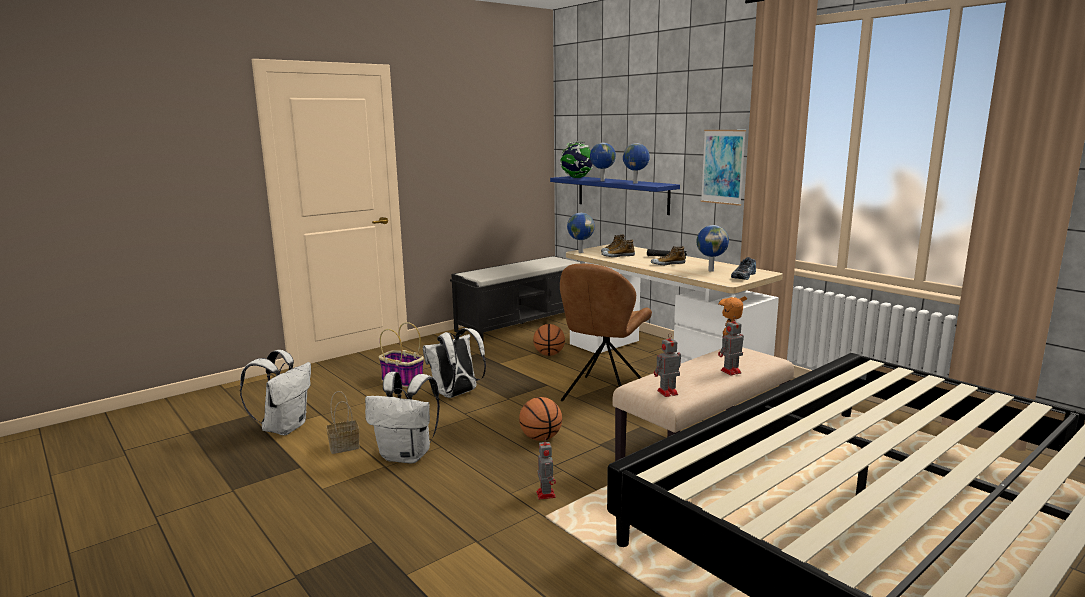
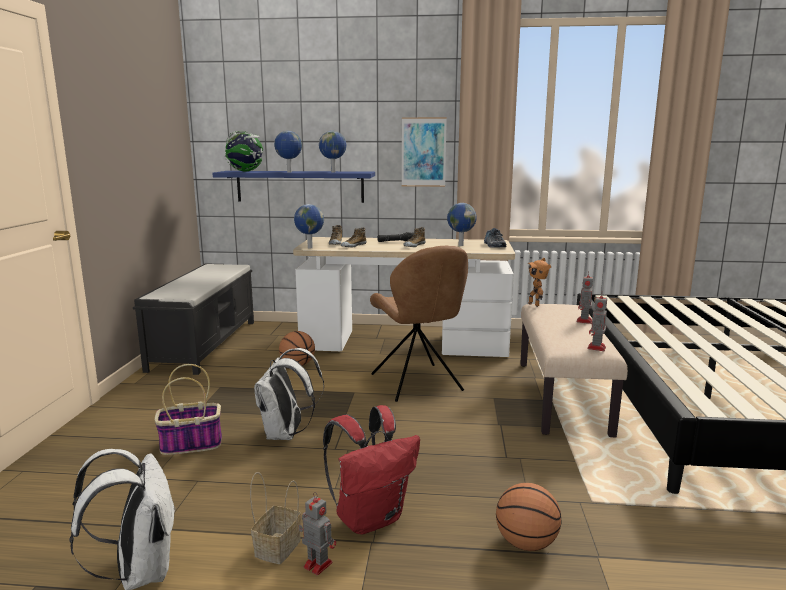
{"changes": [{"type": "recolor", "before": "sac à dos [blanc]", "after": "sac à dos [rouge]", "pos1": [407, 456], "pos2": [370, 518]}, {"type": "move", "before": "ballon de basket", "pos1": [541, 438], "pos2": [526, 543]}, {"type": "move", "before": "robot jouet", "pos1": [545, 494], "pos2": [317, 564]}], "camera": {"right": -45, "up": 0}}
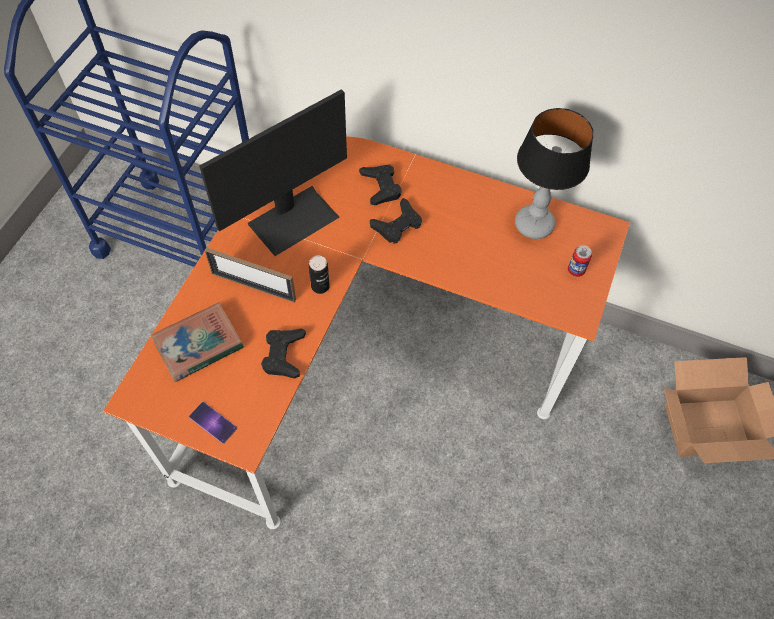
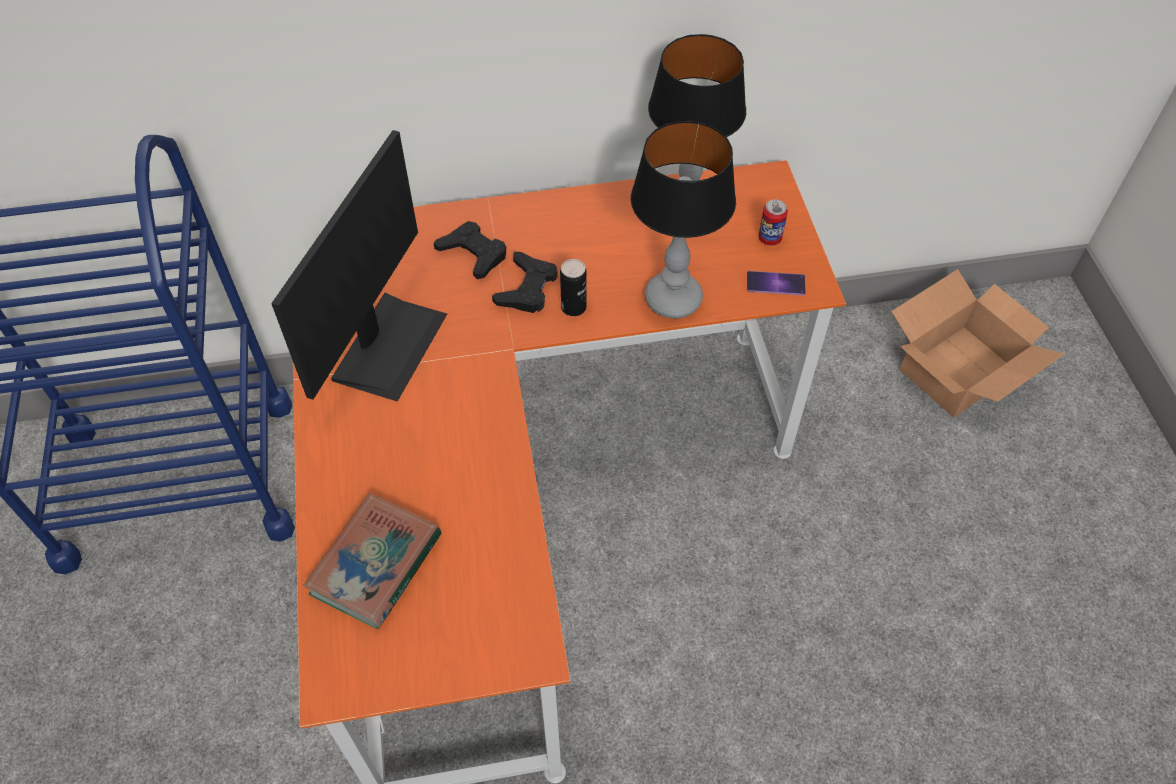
{"changes": [{"type": "delete", "before": "cadre photo", "pos1": [253, 286]}, {"type": "move", "before": "boîte métallique", "pos1": [320, 286], "pos2": [573, 307]}, {"type": "delete", "before": "manette [noir]", "pos1": [283, 355]}, {"type": "move", "before": "téléphone", "pos1": [213, 422], "pos2": [775, 283]}, {"type": "insert", "after": "lampe de table", "pos2": [674, 299]}], "camera": {"right": -30, "up": -5}}
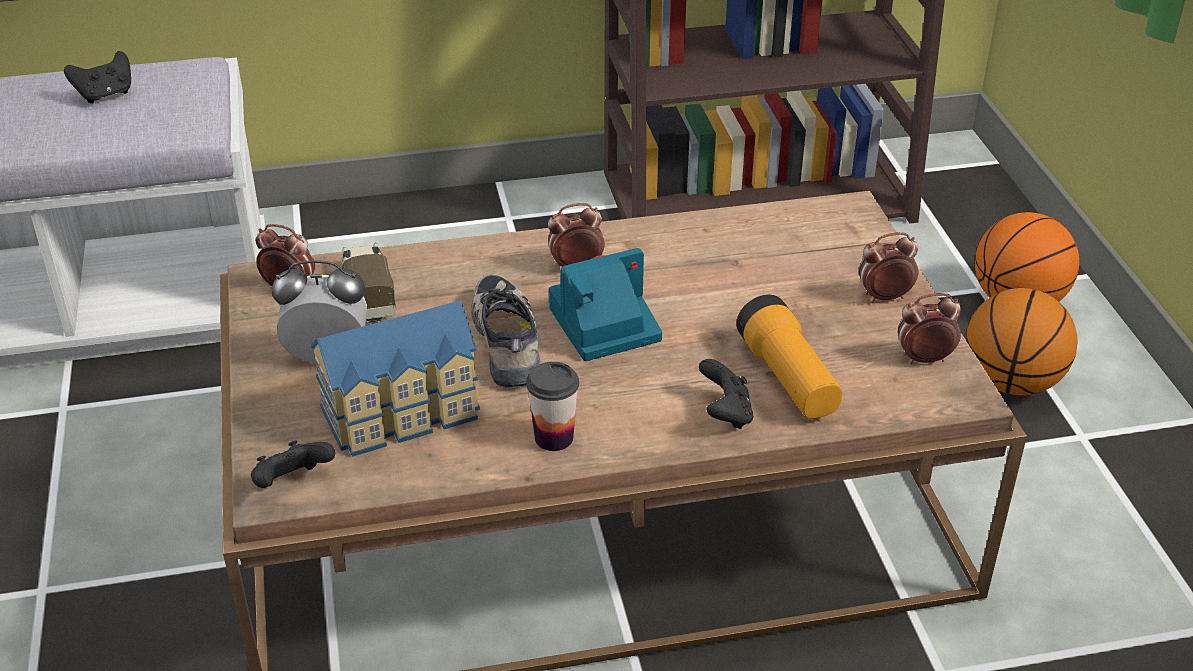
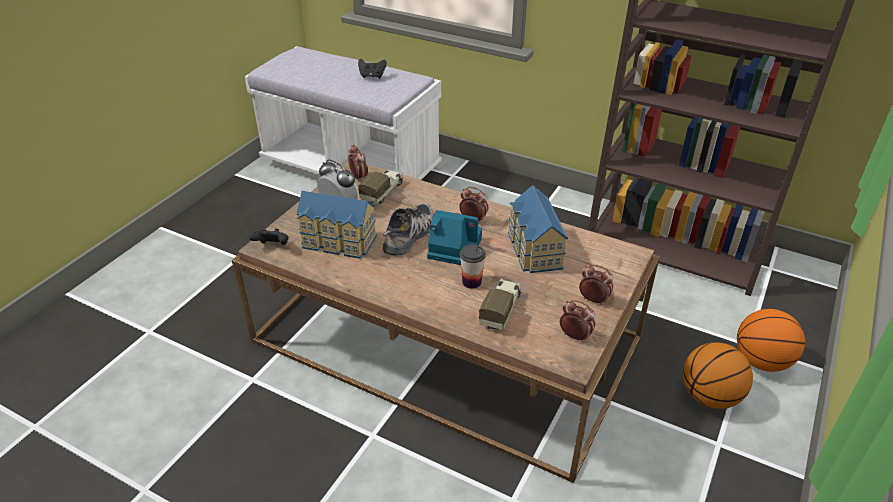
{"changes": [{"type": "replace", "before": "lampe de poche", "after": "camion jouet", "pos1": [788, 378], "pos2": [500, 310]}, {"type": "delete", "before": "manette [noir]", "pos1": [725, 414]}, {"type": "move", "before": "tasse", "pos1": [554, 438], "pos2": [471, 282]}, {"type": "insert", "after": "maison miniature", "pos2": [533, 250]}], "camera": {"right": 40, "up": 0}}
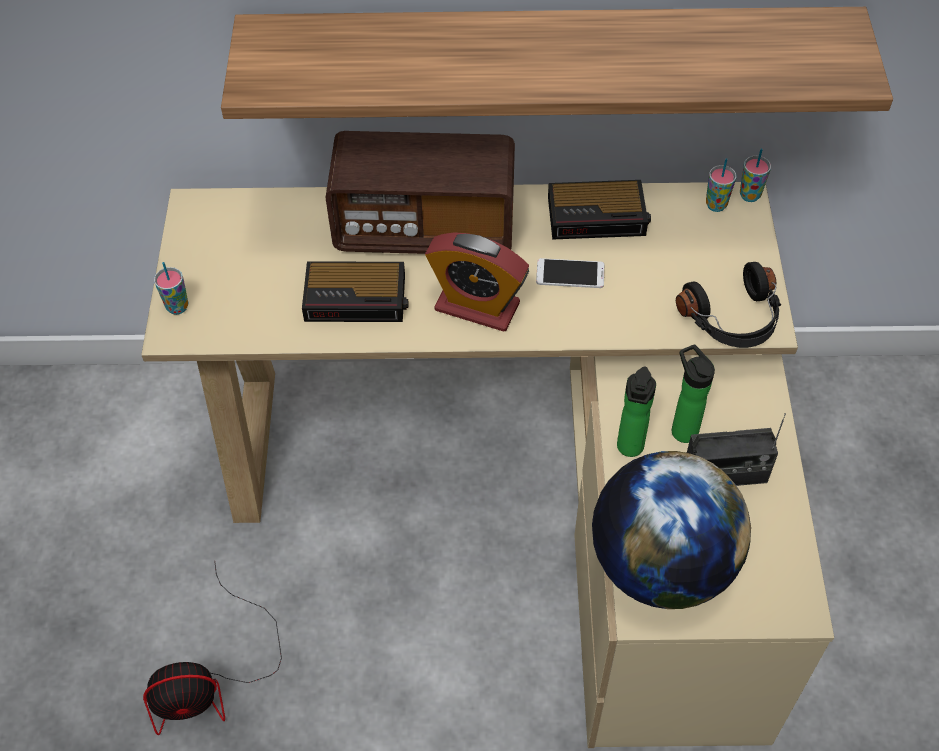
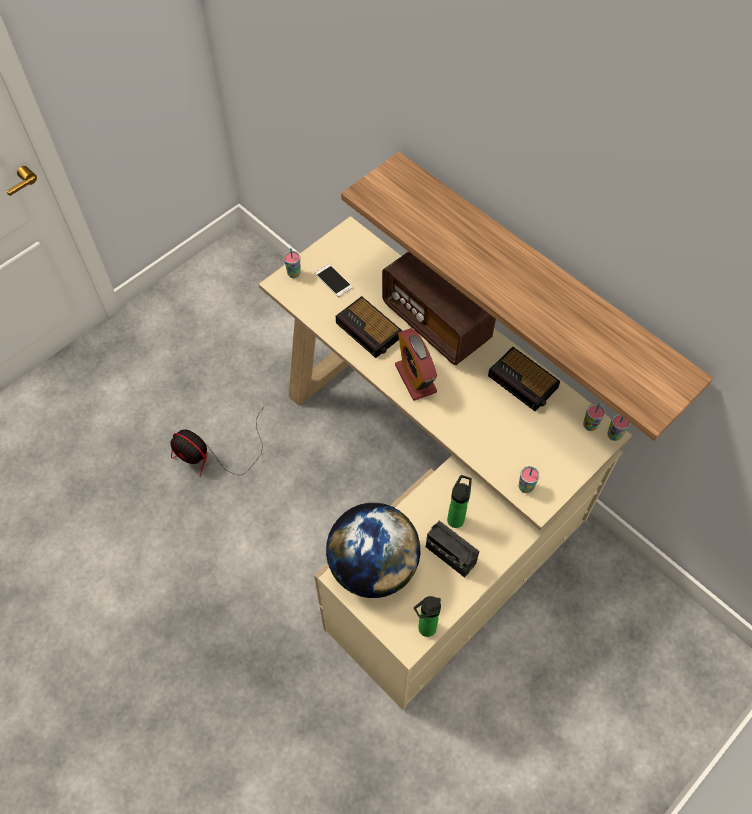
{"changes": [{"type": "move", "before": "téléphone", "pos1": [570, 274], "pos2": [333, 280]}, {"type": "replace", "before": "casque audio [noir]", "after": "tasse", "pos1": [733, 320], "pos2": [525, 487]}, {"type": "move", "before": "bouteille", "pos1": [629, 449], "pos2": [424, 629]}], "camera": {"right": 45, "up": 5}}
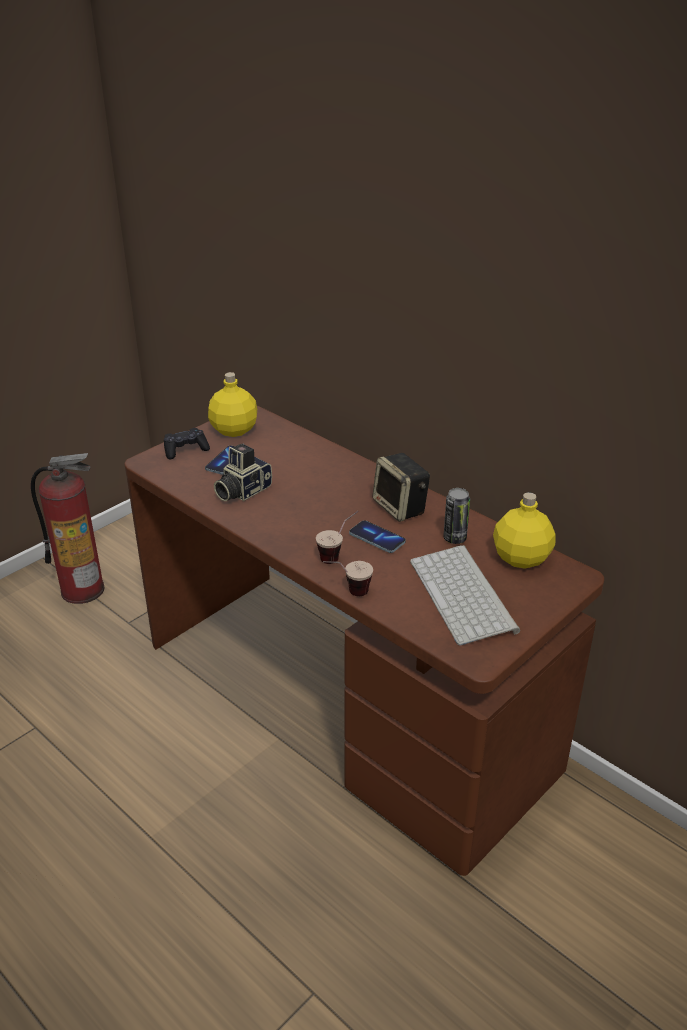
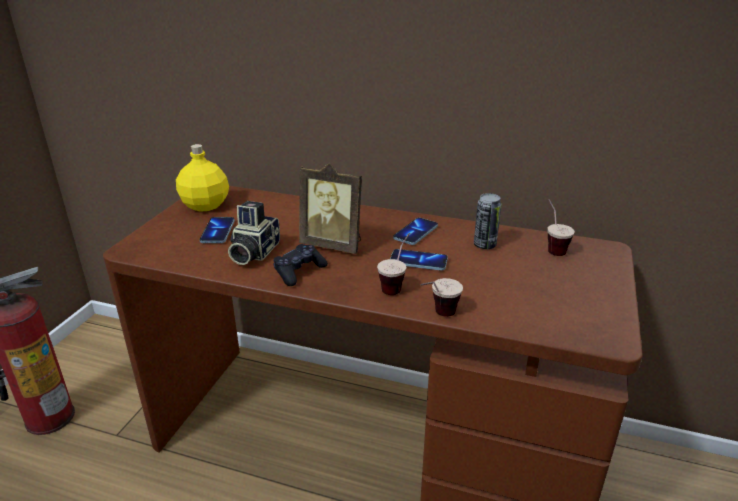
{"changes": [{"type": "move", "before": "manette [noir]", "pos1": [185, 450], "pos2": [299, 271]}, {"type": "replace", "before": "enceinte", "after": "téléphone", "pos1": [401, 508], "pos2": [415, 232]}, {"type": "replace", "before": "bouteille [jaune]", "after": "tasse", "pos1": [520, 558], "pos2": [552, 247]}, {"type": "delete", "before": "clavier", "pos1": [465, 596]}, {"type": "insert", "after": "cadre photo", "pos2": [333, 244]}], "camera": {"right": -25, "up": -5}}
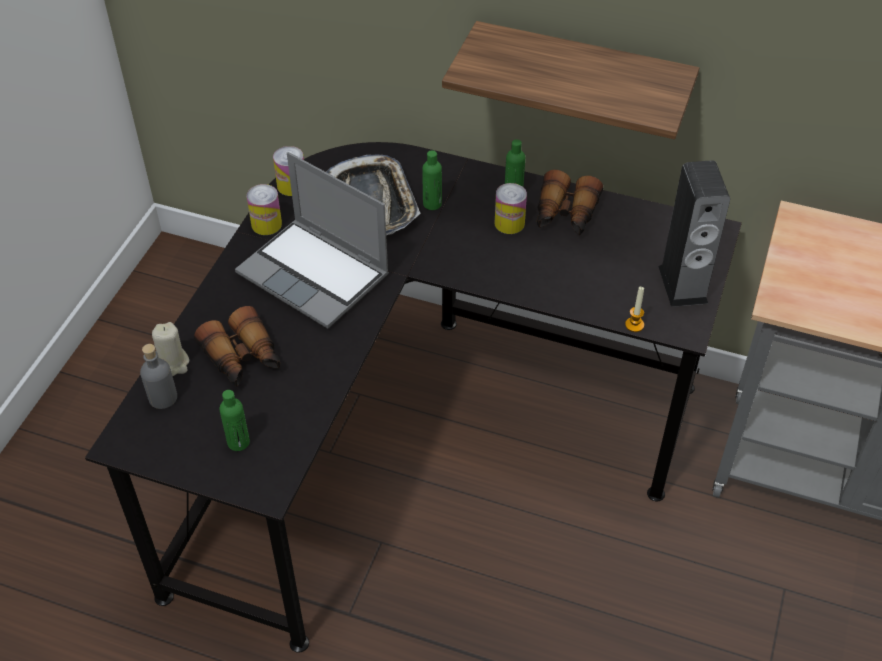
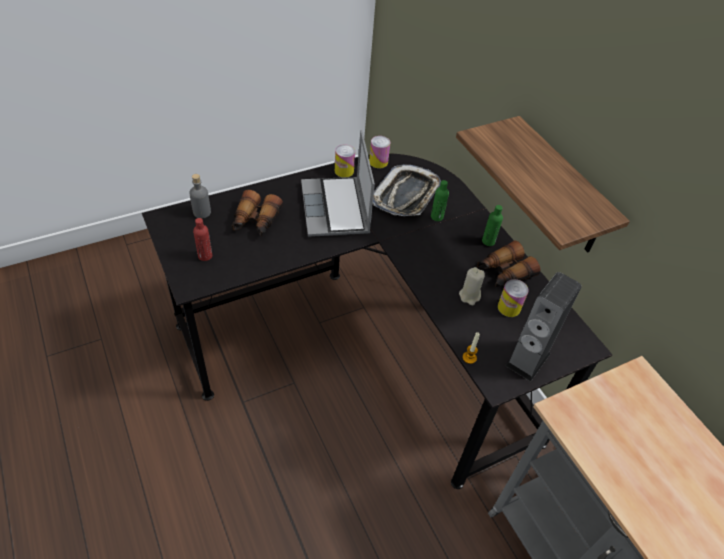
{"changes": [{"type": "move", "before": "boîte métallique", "pos1": [509, 223], "pos2": [509, 308]}, {"type": "move", "before": "bougie [beige]", "pos1": [173, 364], "pos2": [469, 296]}, {"type": "recolor", "before": "bouteille [vert]", "after": "bouteille [rouge]", "pos1": [238, 442], "pos2": [205, 256]}], "camera": {"right": 40, "up": 0}}
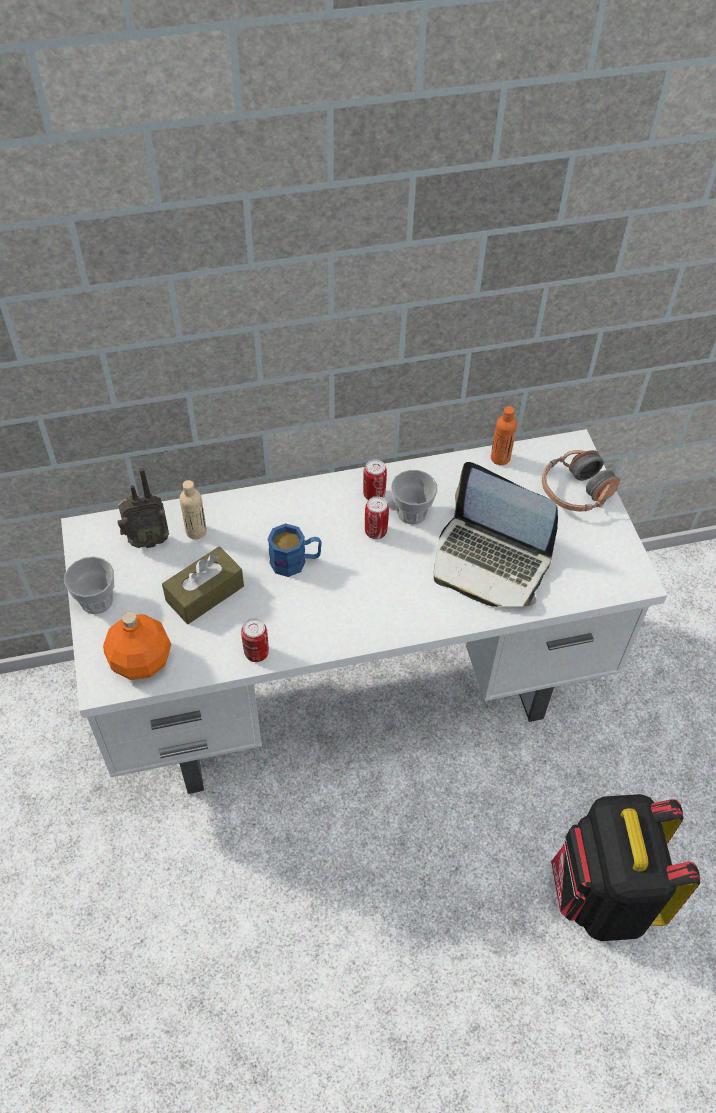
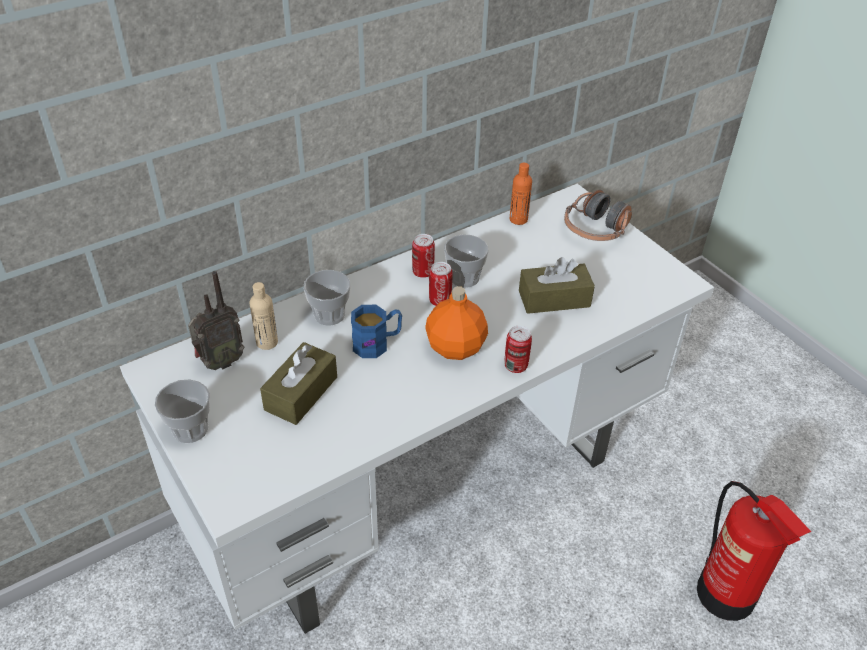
{"changes": [{"type": "replace", "before": "ordinateur portable", "after": "boîte à mouchoirs [marron]", "pos1": [490, 561], "pos2": [554, 299]}, {"type": "move", "before": "bouteille [orange]", "pos1": [141, 662], "pos2": [455, 348]}, {"type": "move", "before": "boîte métallique", "pos1": [256, 653], "pos2": [515, 366]}, {"type": "replace", "before": "sac à dos [noir]", "after": "extincteur", "pos1": [602, 895], "pos2": [726, 595]}, {"type": "insert", "after": "tasse", "pos2": [329, 315]}], "camera": {"right": -20, "up": -10}}
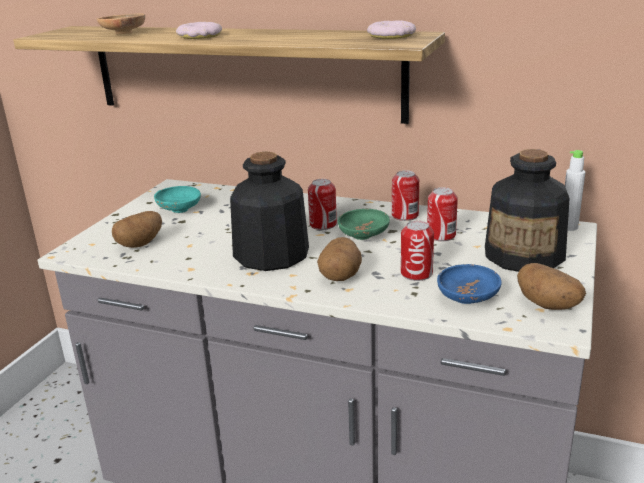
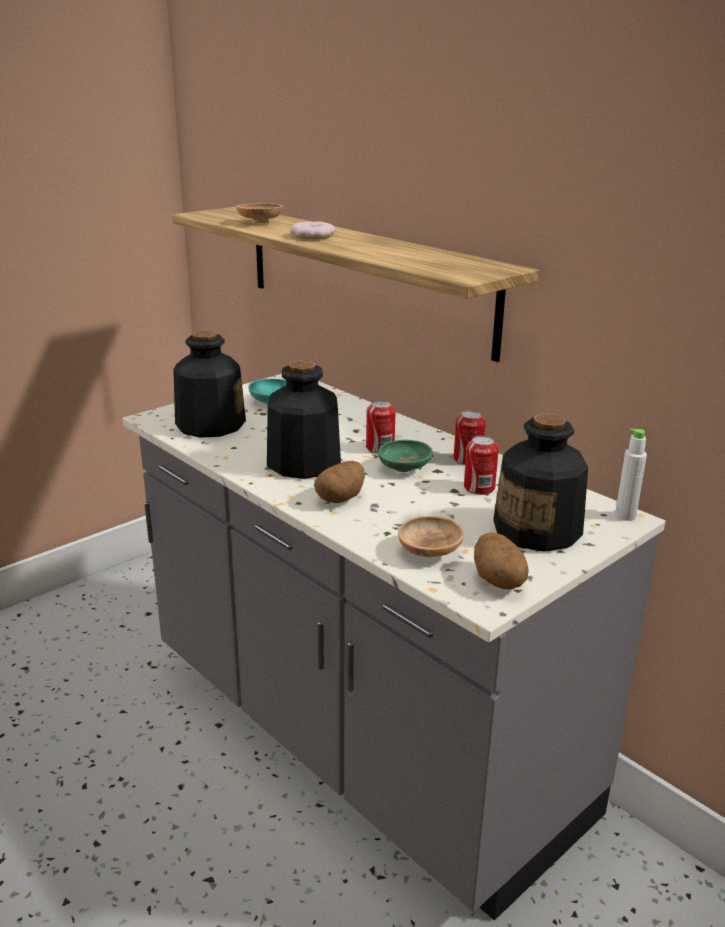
{"changes": [{"type": "delete", "before": "beignet", "pos1": [391, 36]}, {"type": "replace", "before": "pomme de terre", "after": "bouteille", "pos1": [140, 243], "pos2": [209, 424]}, {"type": "delete", "before": "boîte métallique", "pos1": [416, 273]}, {"type": "recolor", "before": "bol [bleu]", "after": "bol [marron]", "pos1": [468, 298], "pos2": [429, 552]}], "camera": {"right": 25, "up": 0}}
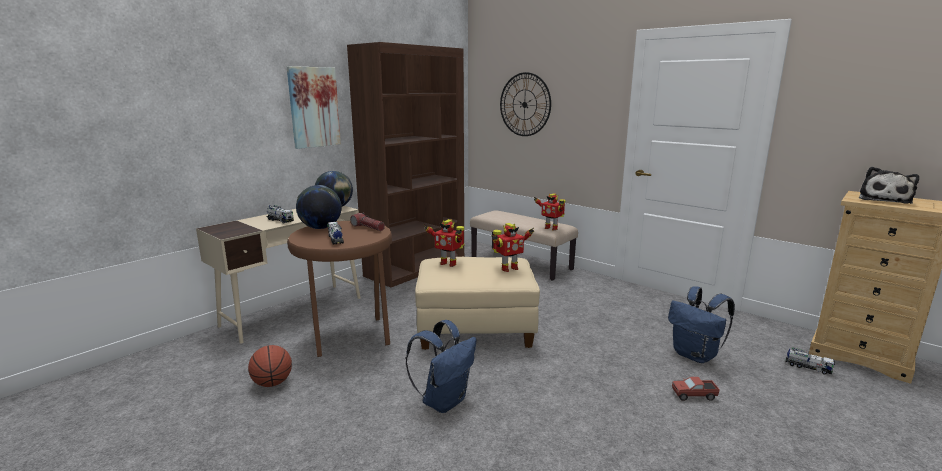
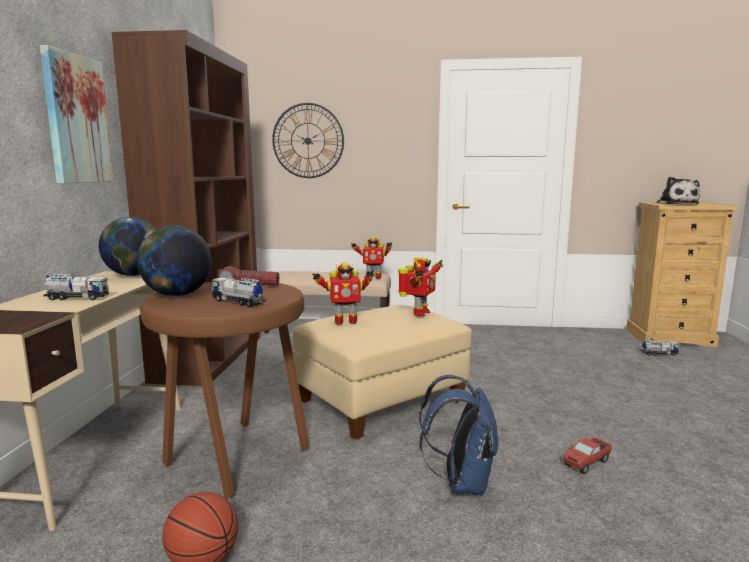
{"changes": [{"type": "delete", "before": "sac à dos [bleu]", "pos1": [695, 355]}, {"type": "move", "before": "camion jouet", "pos1": [694, 395], "pos2": [586, 463]}], "camera": {"right": -35, "up": -5}}
